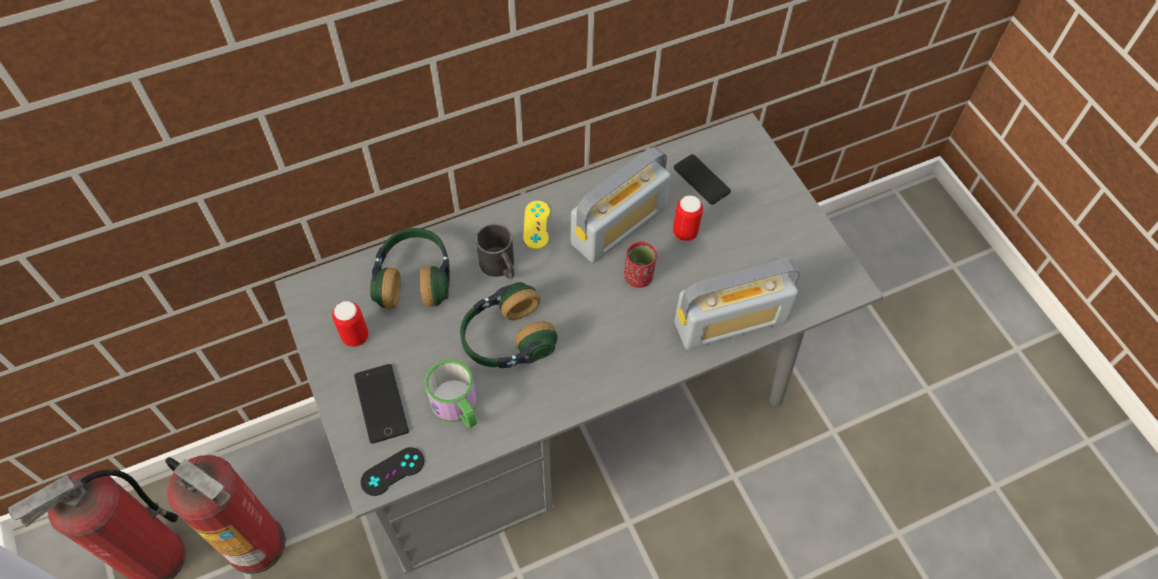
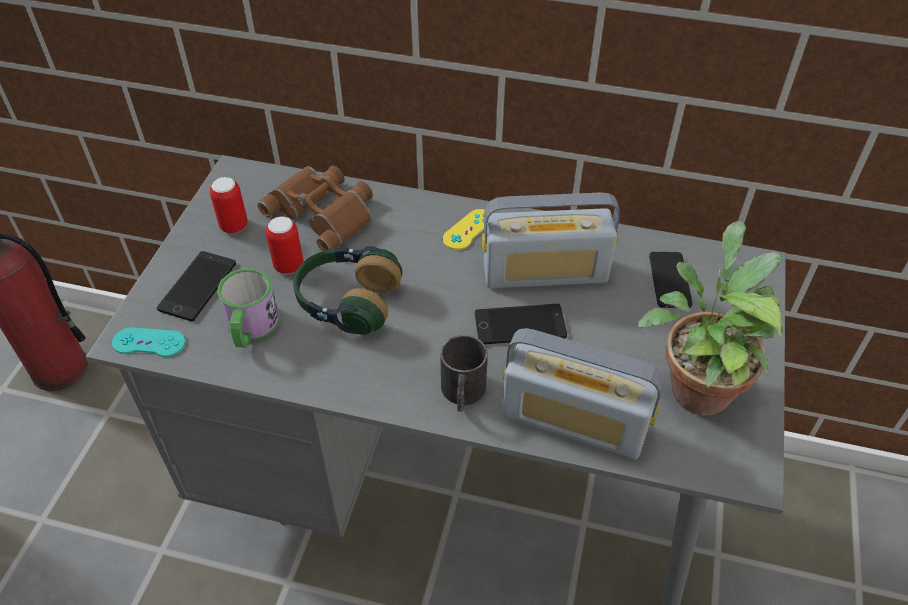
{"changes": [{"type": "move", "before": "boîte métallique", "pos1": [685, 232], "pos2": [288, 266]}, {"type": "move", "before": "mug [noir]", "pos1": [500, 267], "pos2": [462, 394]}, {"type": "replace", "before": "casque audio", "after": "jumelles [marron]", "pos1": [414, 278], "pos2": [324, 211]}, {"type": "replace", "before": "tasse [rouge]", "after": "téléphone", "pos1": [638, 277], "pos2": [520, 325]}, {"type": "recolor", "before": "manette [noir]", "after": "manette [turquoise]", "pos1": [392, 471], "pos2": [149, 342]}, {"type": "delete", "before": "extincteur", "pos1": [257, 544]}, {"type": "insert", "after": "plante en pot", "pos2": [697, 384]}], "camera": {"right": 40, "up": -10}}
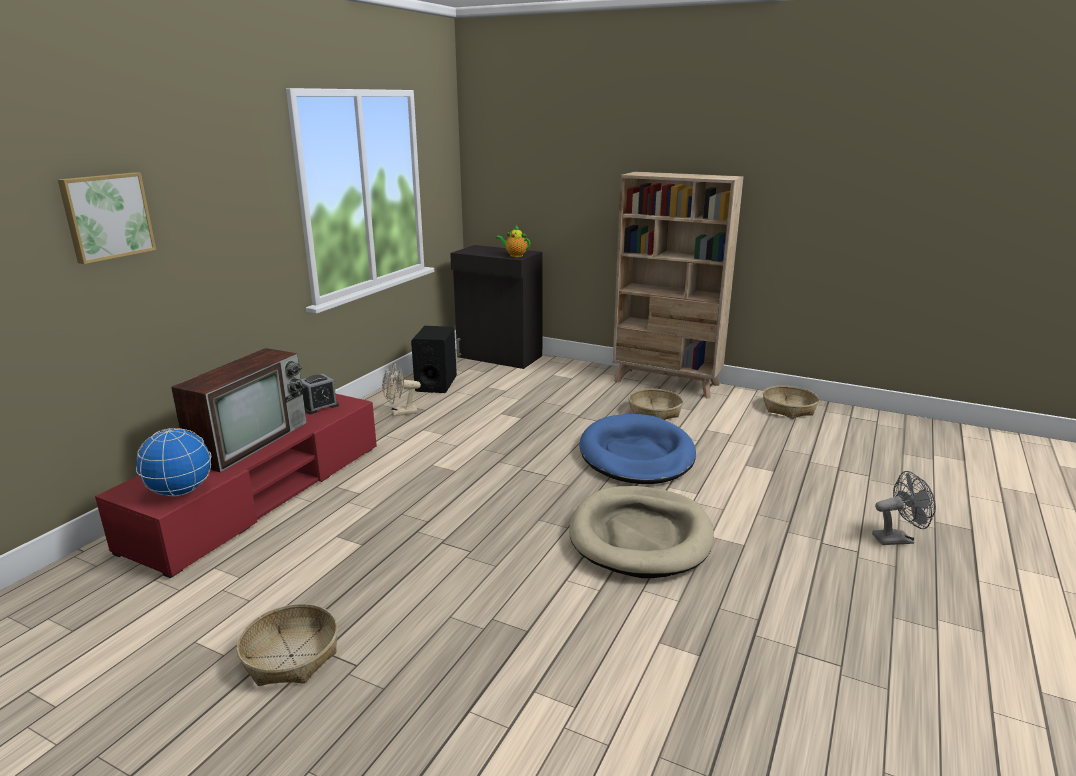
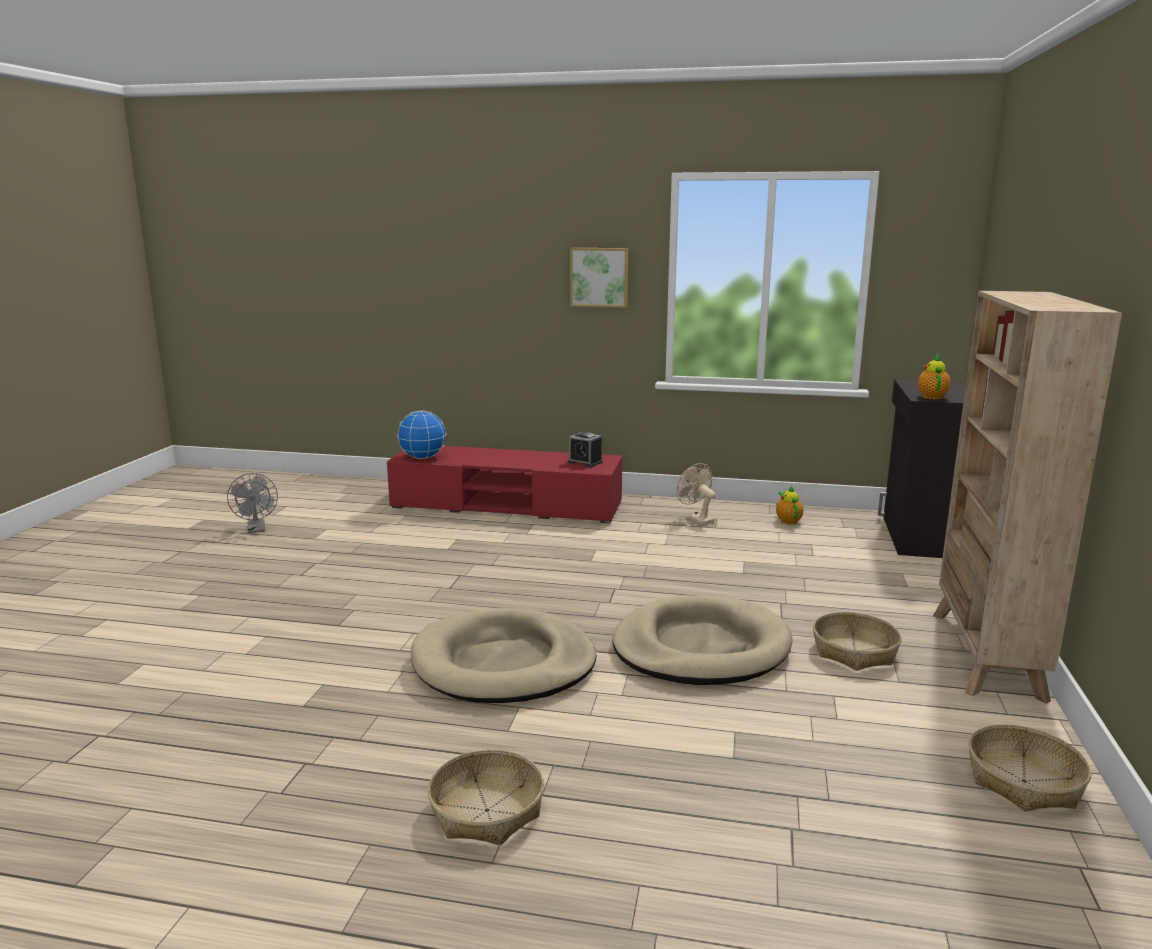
{"changes": [{"type": "move", "before": "tableau", "pos1": [106, 216], "pos2": [599, 277]}, {"type": "replace", "before": "enceinte [noir]", "after": "théière", "pos1": [436, 384], "pos2": [788, 521]}, {"type": "delete", "before": "téléviseur", "pos1": [251, 441]}, {"type": "recolor", "before": "panier pour chien [bleu]", "after": "panier pour chien [beige]", "pos1": [636, 455], "pos2": [700, 648]}, {"type": "move", "before": "ventilateur [gris]", "pos1": [898, 539], "pos2": [257, 530]}, {"type": "move", "before": "panier", "pos1": [291, 655], "pos2": [487, 810]}], "camera": {"right": 75, "up": -5}}
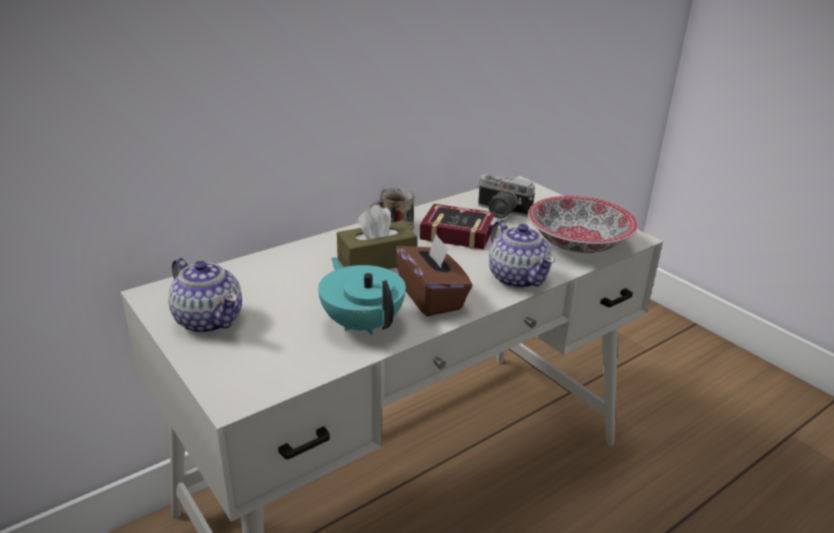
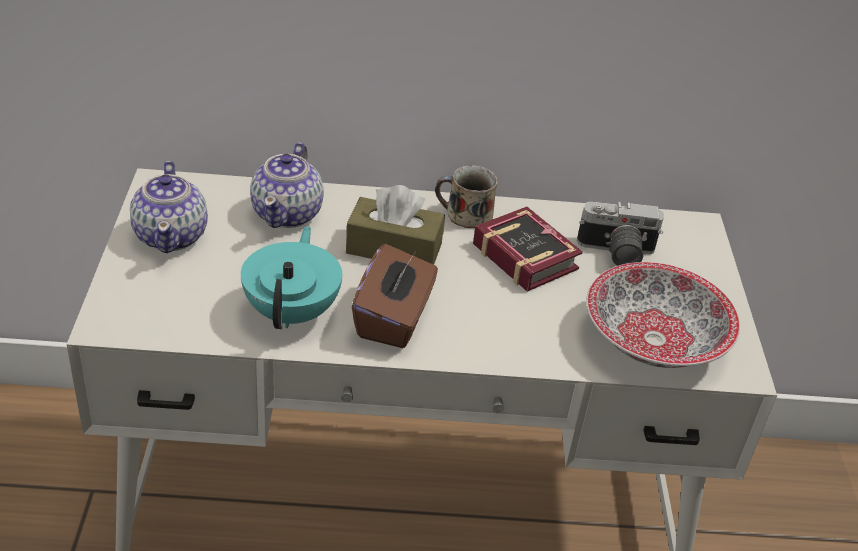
{"changes": [{"type": "rotate", "before": "appareil photo", "pos1": [500, 212], "pos2": [616, 253], "turn": -60}, {"type": "move", "before": "théière", "pos1": [518, 278], "pos2": [288, 213]}], "camera": {"right": 35, "up": 10}}
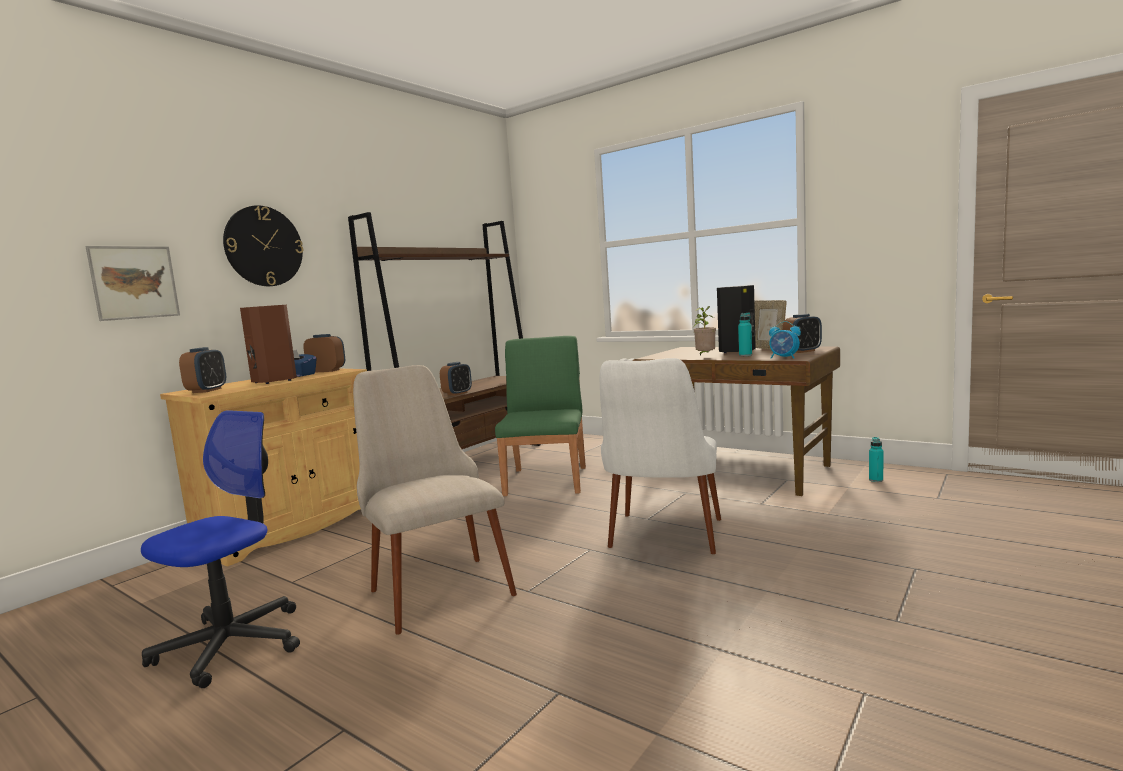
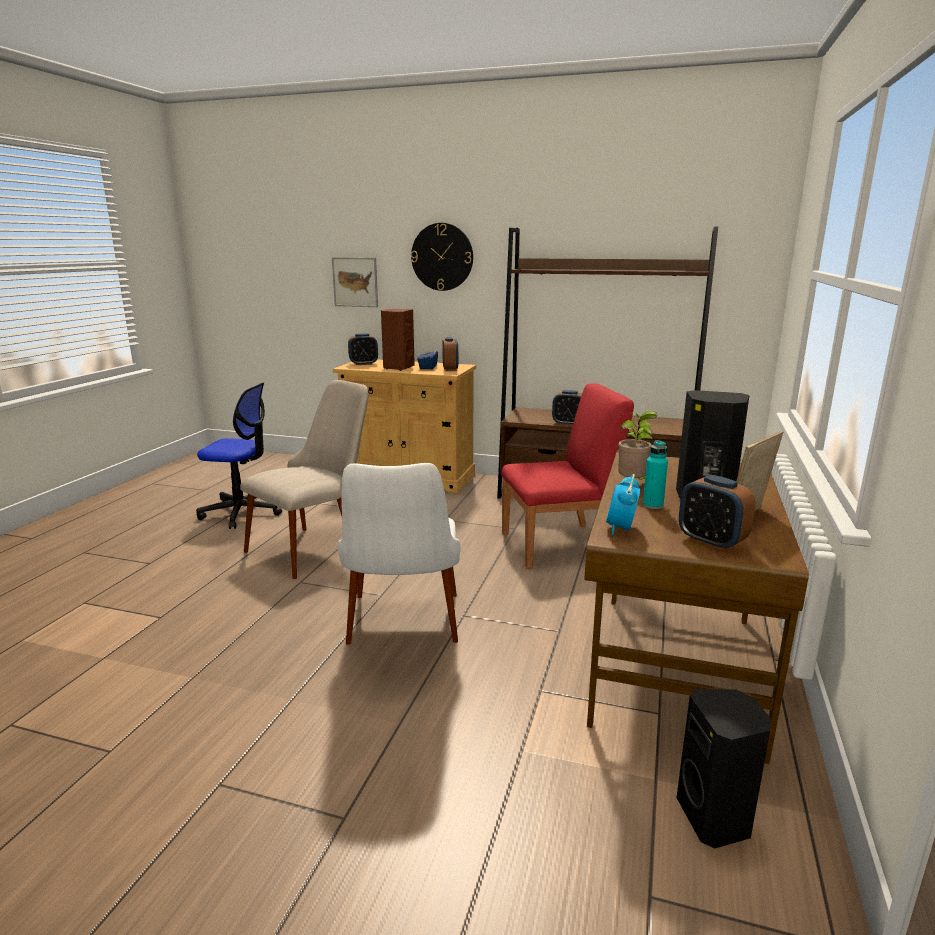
{"changes": [{"type": "recolor", "before": "chaise [vert]", "after": "chaise [rouge]", "pos1": [547, 480], "pos2": [559, 545]}, {"type": "rotate", "before": "chaise [blanc]", "pos1": [663, 542], "pos2": [403, 630], "turn": -90}, {"type": "replace", "before": "bouteille [turquoise]", "after": "enceinte [noir]", "pos1": [876, 480], "pos2": [716, 818]}], "camera": {"right": 70, "up": 10}}
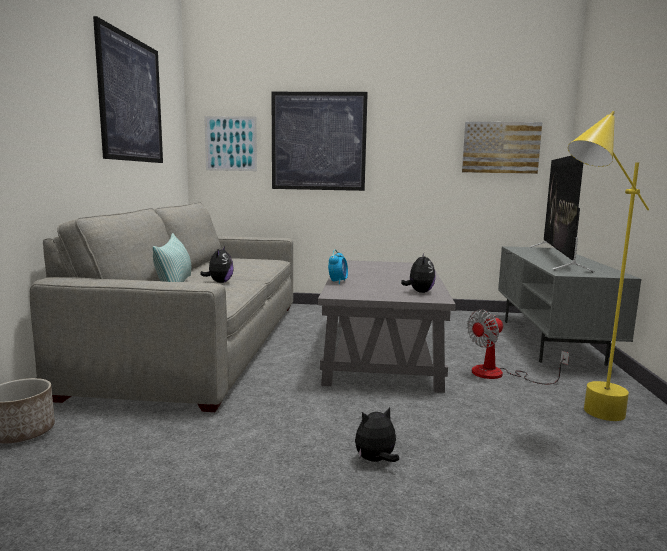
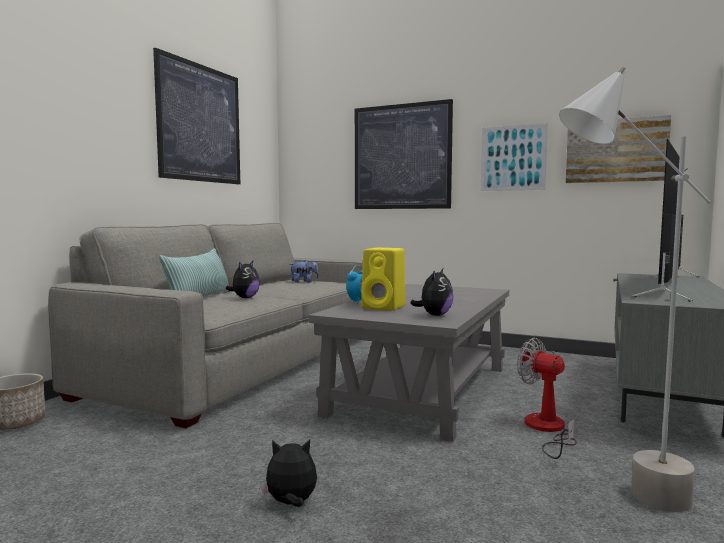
{"changes": [{"type": "recolor", "before": "lampadaire [jaune]", "after": "lampadaire [gris]", "pos1": [584, 418], "pos2": [619, 500]}, {"type": "move", "before": "tableau", "pos1": [231, 143], "pos2": [513, 158]}, {"type": "rotate", "before": "ventilateur", "pos1": [499, 374], "pos2": [547, 430], "turn": 60}, {"type": "insert", "after": "enceinte [jaune]", "pos2": [385, 307]}, {"type": "insert", "after": "peluche", "pos2": [304, 282]}], "camera": {"right": 20, "up": -5}}
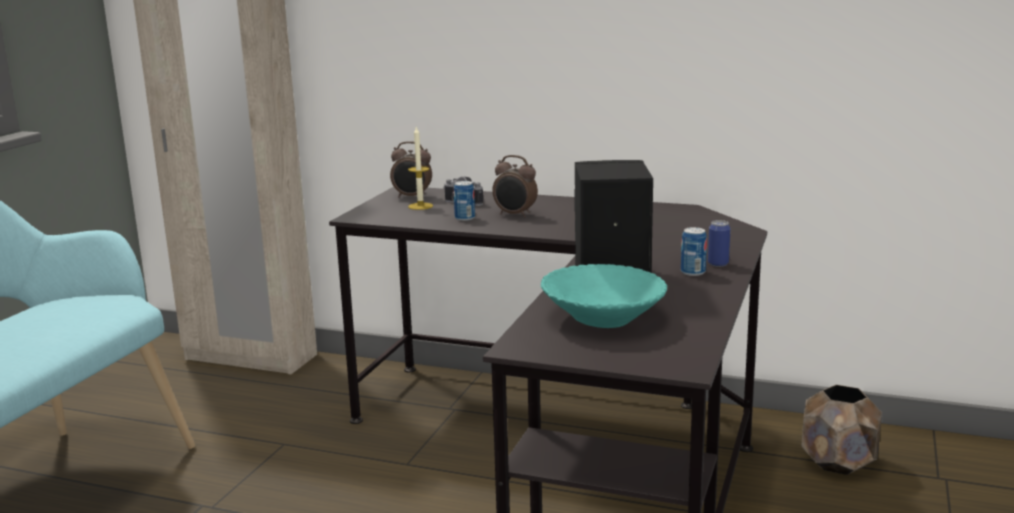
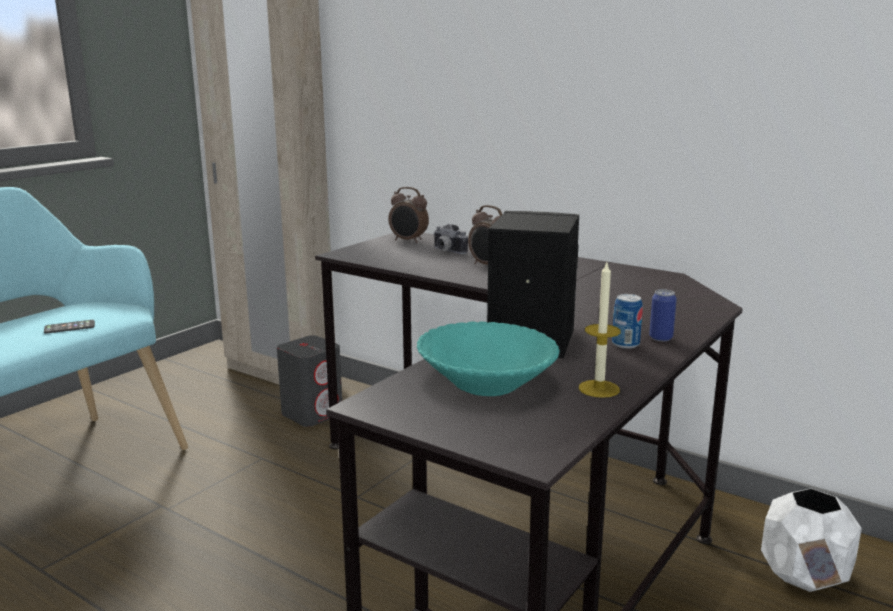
{"changes": [{"type": "move", "before": "bougie", "pos1": [420, 206], "pos2": [599, 389]}, {"type": "delete", "before": "boîte métallique", "pos1": [465, 218]}, {"type": "recolor", "before": "cache-pot [marron]", "after": "cache-pot [blanc]", "pos1": [839, 464], "pos2": [805, 576]}, {"type": "insert", "after": "téléphone", "pos2": [69, 327]}, {"type": "insert", "after": "enceinte [gris]", "pos2": [312, 414]}], "camera": {"right": 15, "up": 0}}
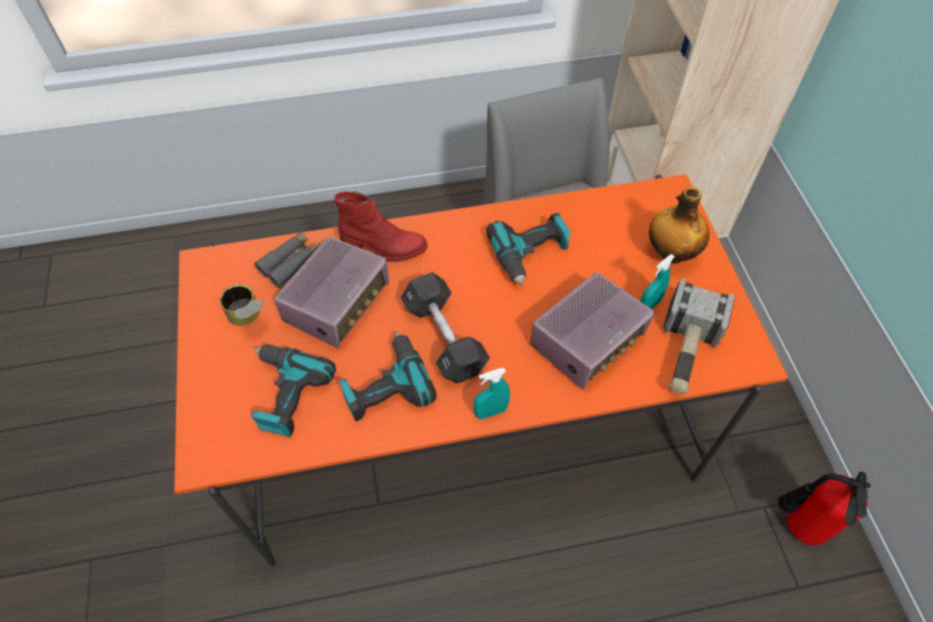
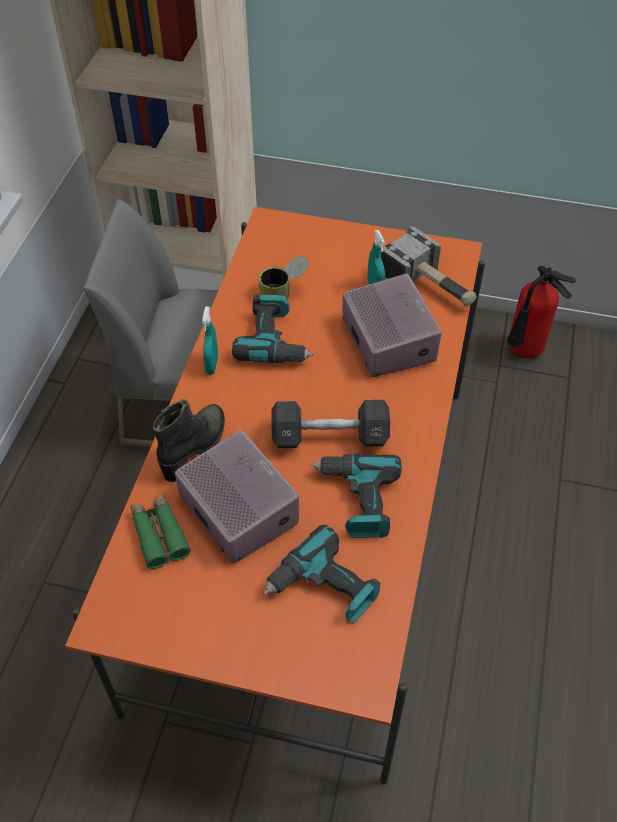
{"changes": [{"type": "delete", "before": "bouteille", "pos1": [671, 253]}, {"type": "recolor", "before": "botte [rouge]", "after": "botte [noir]", "pos1": [384, 249], "pos2": [195, 448]}, {"type": "recolor", "before": "jumelles [gris]", "after": "jumelles [vert]", "pos1": [292, 262], "pos2": [159, 535]}, {"type": "move", "before": "boîte métallique", "pos1": [248, 318], "pos2": [284, 292]}, {"type": "move", "before": "vaporisateur [turquoise]", "pos1": [490, 412], "pos2": [212, 365]}], "camera": {"right": -65, "up": -5}}
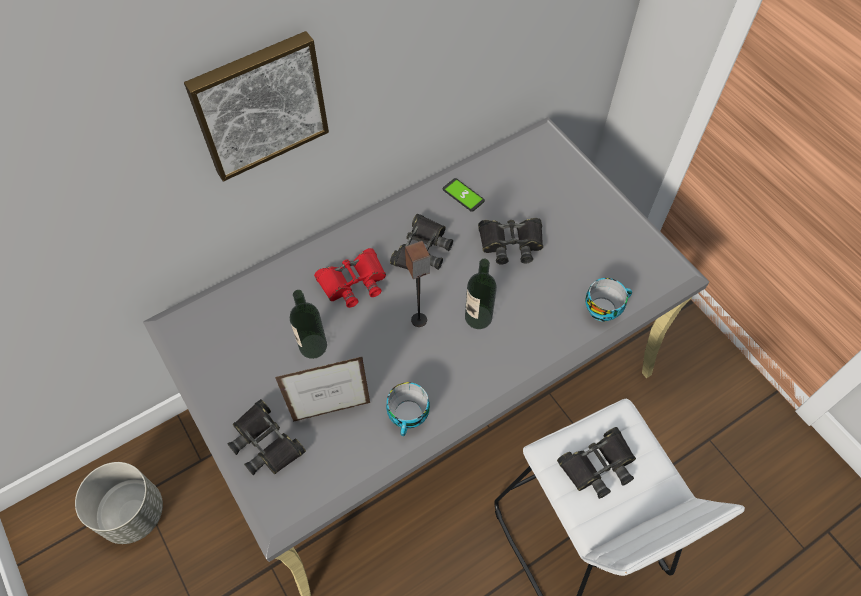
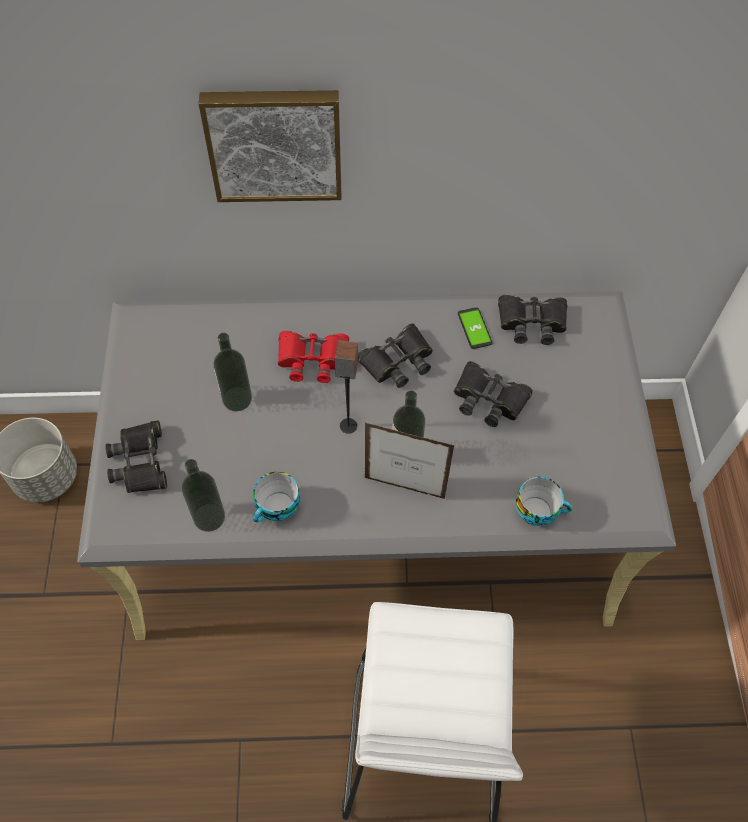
{"changes": [{"type": "move", "before": "cadre photo", "pos1": [332, 412], "pos2": [404, 488]}, {"type": "move", "before": "jumelles [noir]", "pos1": [598, 465], "pos2": [531, 322]}, {"type": "insert", "after": "bouteille", "pos2": [209, 517]}], "camera": {"right": 30, "up": 0}}
